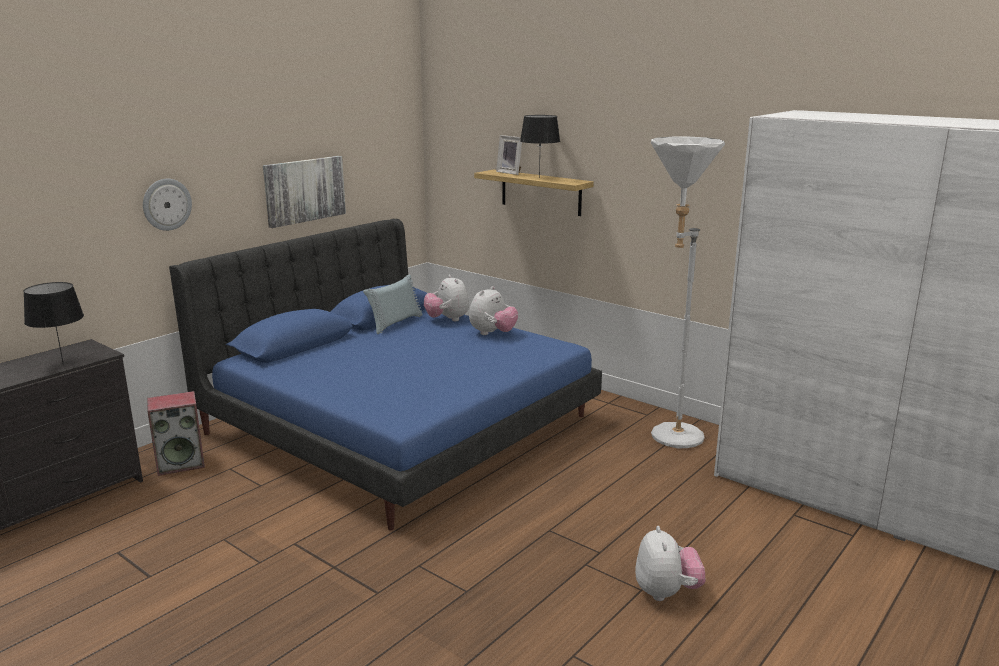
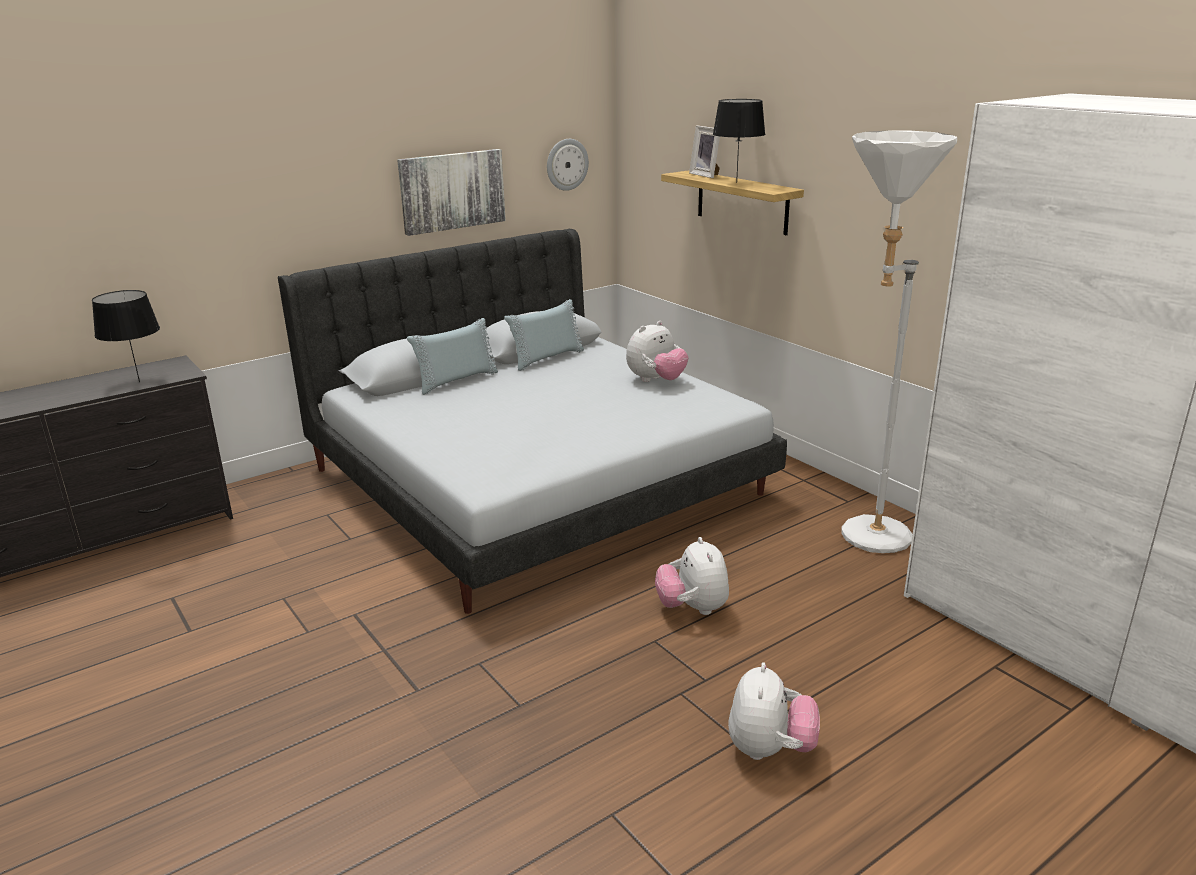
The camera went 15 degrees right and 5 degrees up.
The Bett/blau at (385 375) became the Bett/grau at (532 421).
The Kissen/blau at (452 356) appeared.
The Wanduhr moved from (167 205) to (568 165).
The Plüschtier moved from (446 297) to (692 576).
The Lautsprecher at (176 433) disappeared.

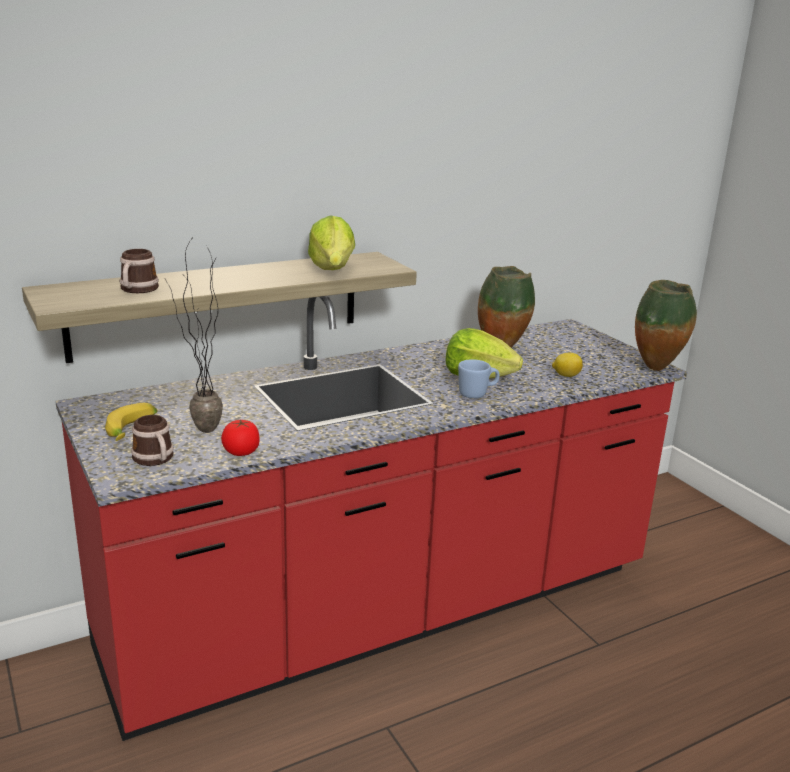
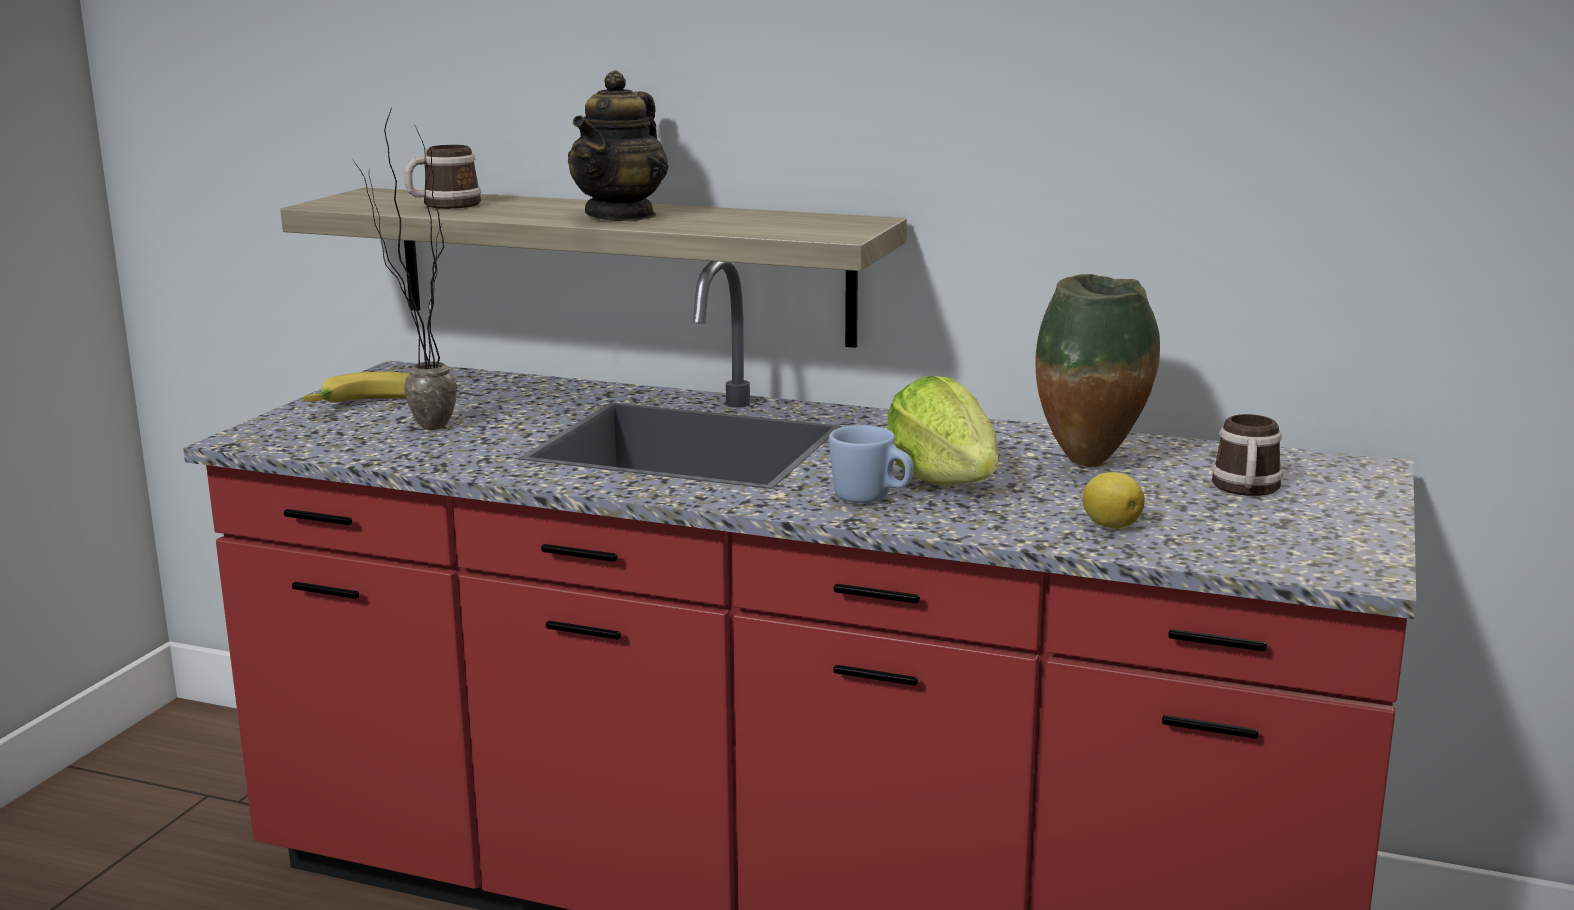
The camera went 50 degrees right and 5 degrees down.
The Teekanne at (618 145) appeared.
The Henkelbecher moved from (152 440) to (1247 455).
The Tomate at (240 438) disappeared.
The Salatkopf at (331 242) disappeared.
The Vase at (666 325) disappeared.

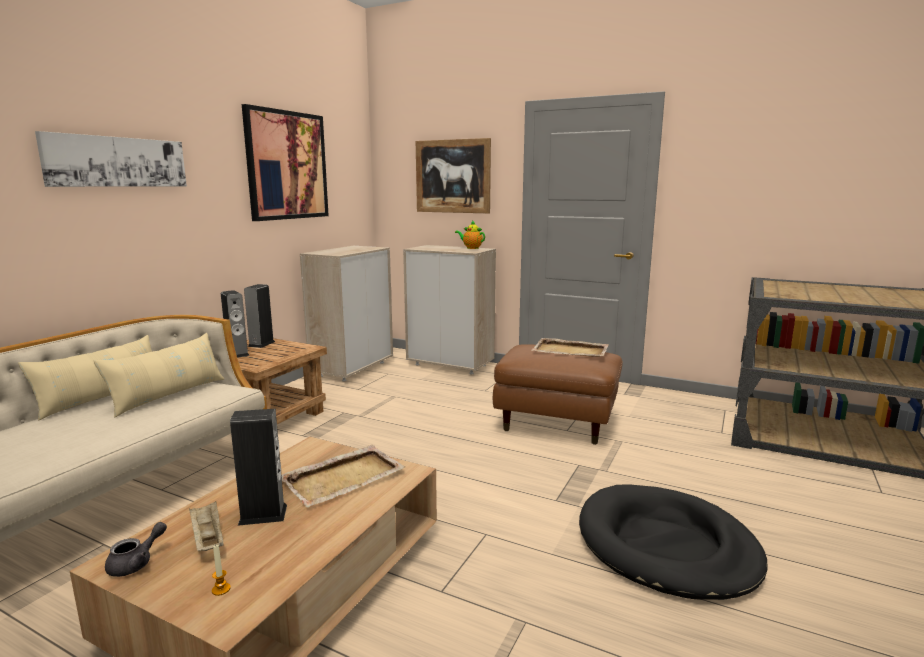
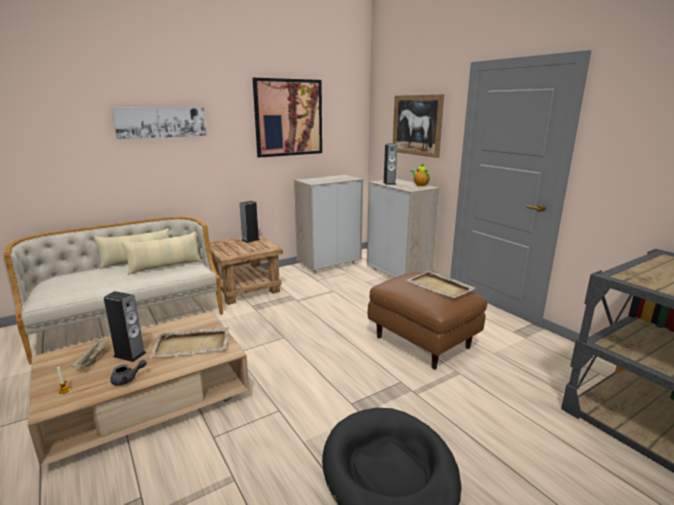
The camera went 30 degrees right and 5 degrees up.
The Teekanne/grau moved from (136 549) to (128 373).
The Lautsprecher moved from (235 324) to (390 164).

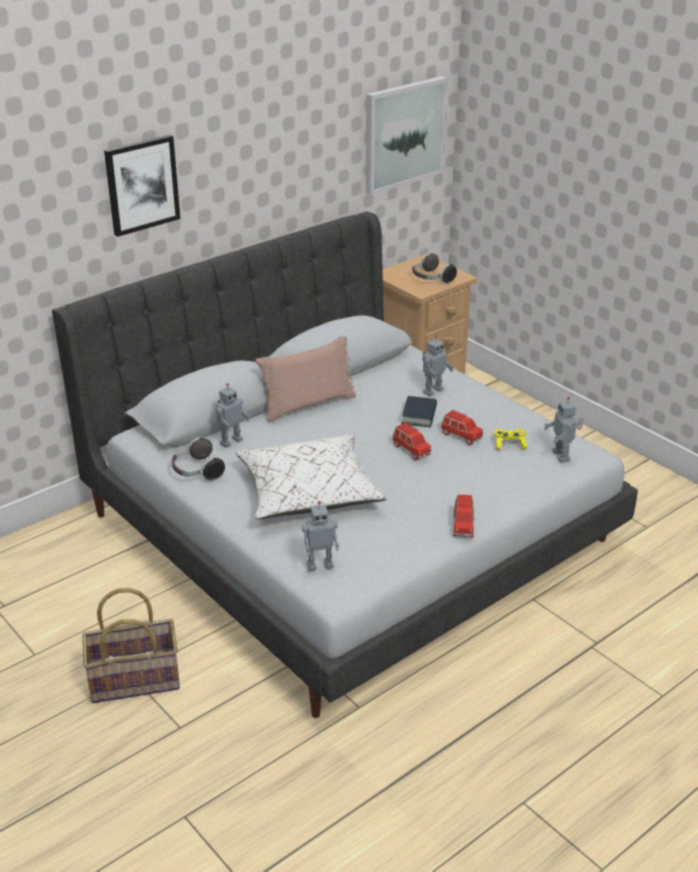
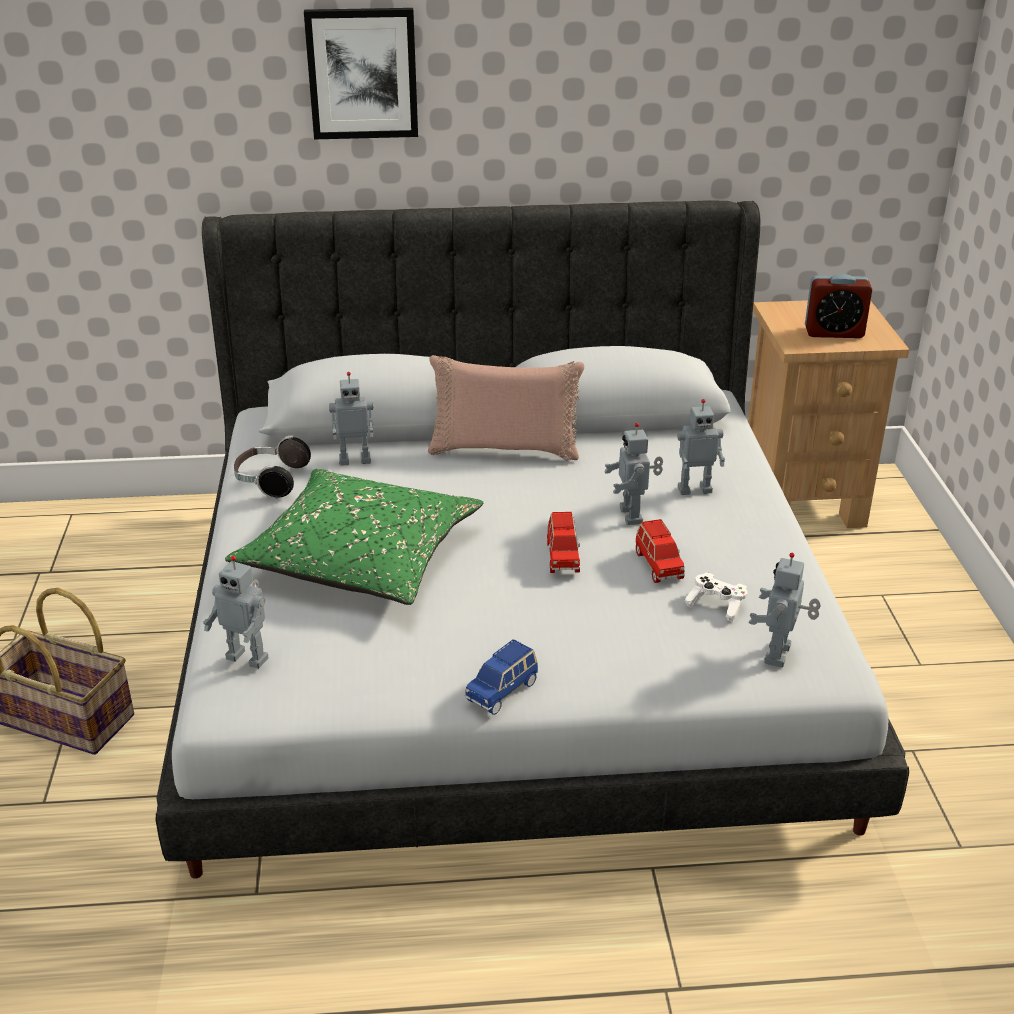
The camera went 35 degrees right and 0 degrees up.
The Kissen/weiß at (311 476) became the Kissen/grün at (354 537).
The Spielzeugauto/rot at (464 516) became the Spielzeugauto/blau at (501 677).
The Buch at (419 411) was replaced by the Spielzeugroboter at (633 474).
The Gamepad/gelb at (511 439) became the Gamepad/weiß at (716 597).
The Kopfhörer at (434 268) was replaced by the Wecker at (839 306).
The Bild at (406 135) disappeared.

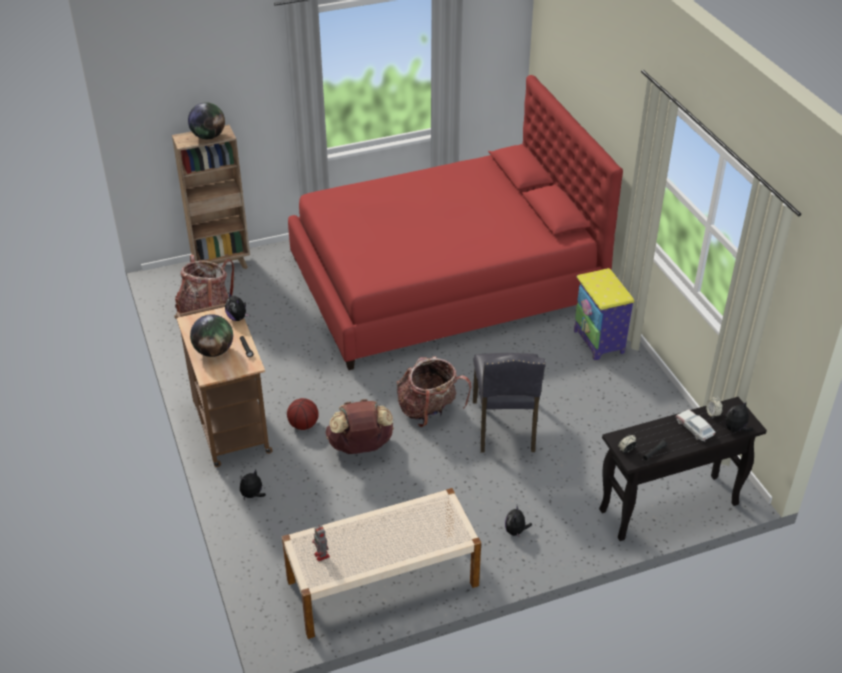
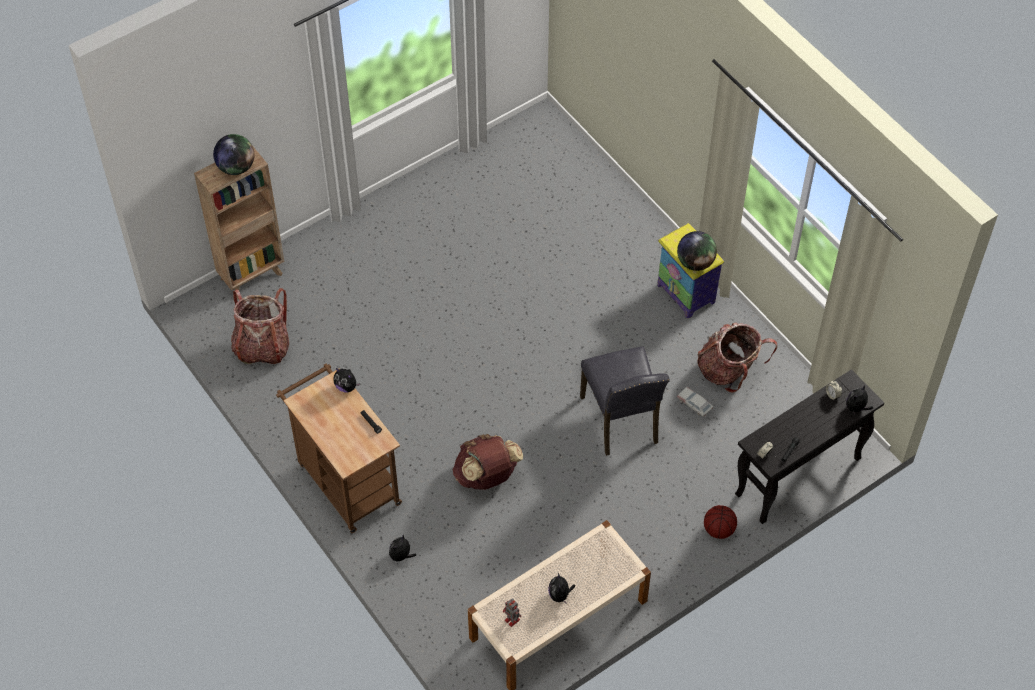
The camera went 15 degrees left and 15 degrees up.
The Plüschtier moved from (518 522) to (561 588).
The Globus moved from (211 335) to (697 251).
The Spielzeugauto moved from (695 425) to (695 402).
The Rucksack moved from (434 392) to (737 357).
The Basketball moved from (303 414) to (720 522).
The Bett/rot at (455 222) disappeared.

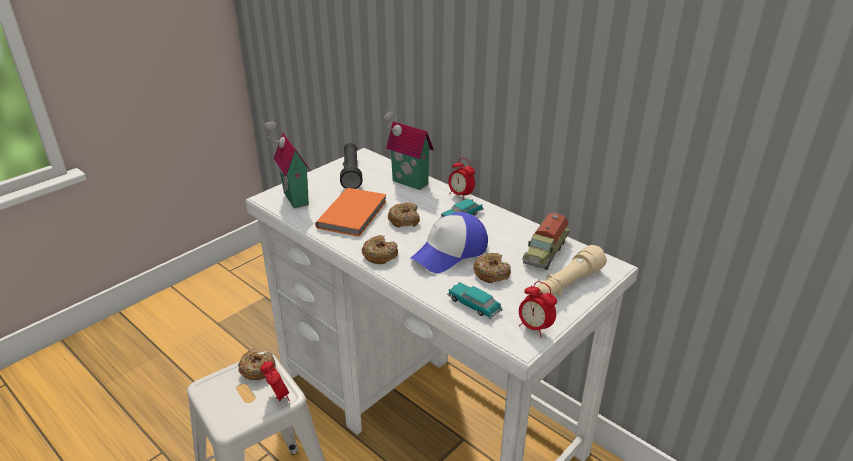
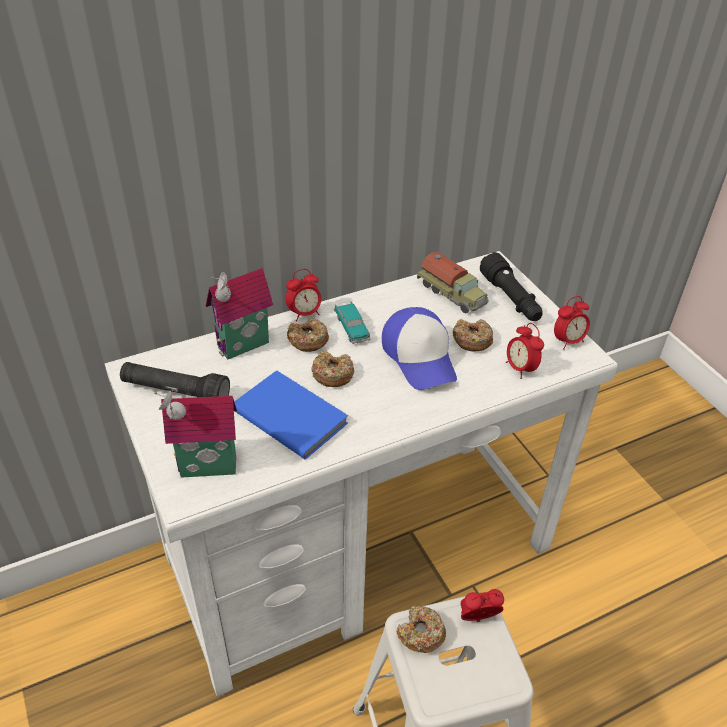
The camera went 70 degrees left and 10 degrees up.
The Buch/orange at (351 212) became the Buch/blau at (291 414).
The Donut moved from (380 249) to (308 335).
The Taschenlampe/beige at (572 270) became the Taschenlampe/schwarz at (511 286).
The Spielzeugauto at (475 300) was replaced by the Wecker at (525 351).

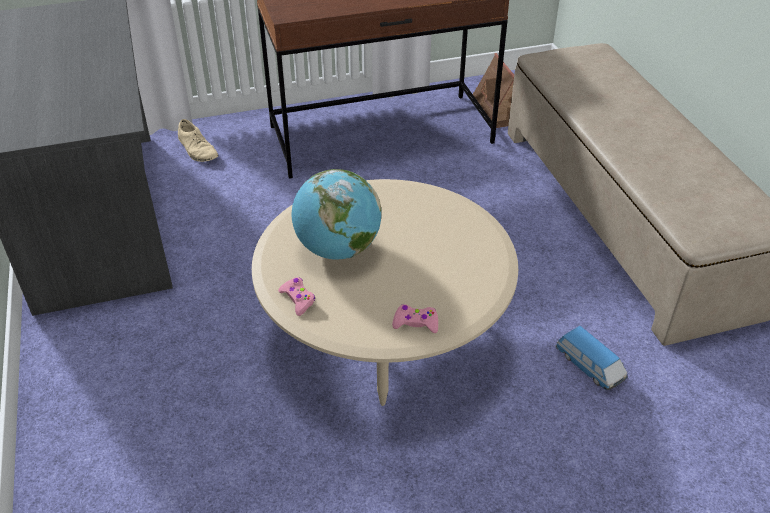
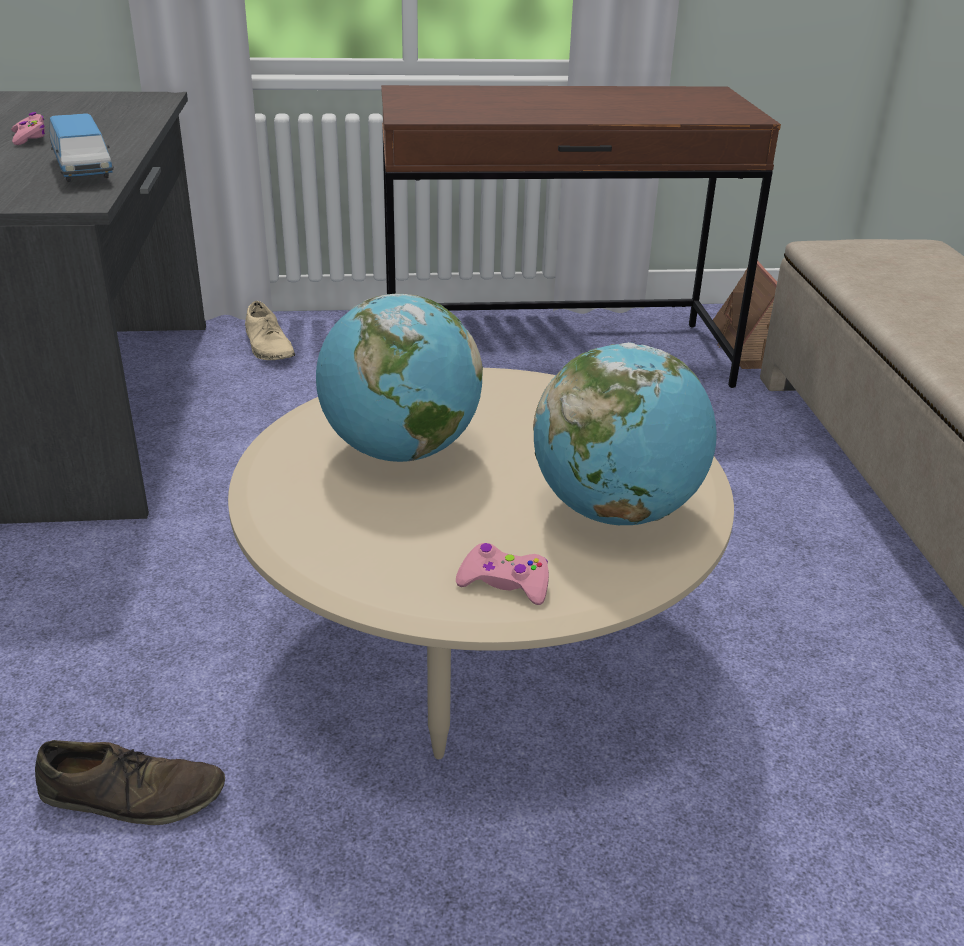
The camera went 10 degrees right and 10 degrees down.
The Gamepad/rosa moved from (296 296) to (28 128).
The Schuh/braun at (130 782) appeared.
The Spielzeugauto moved from (591 358) to (81 147).
The Globus at (625 433) appeared.

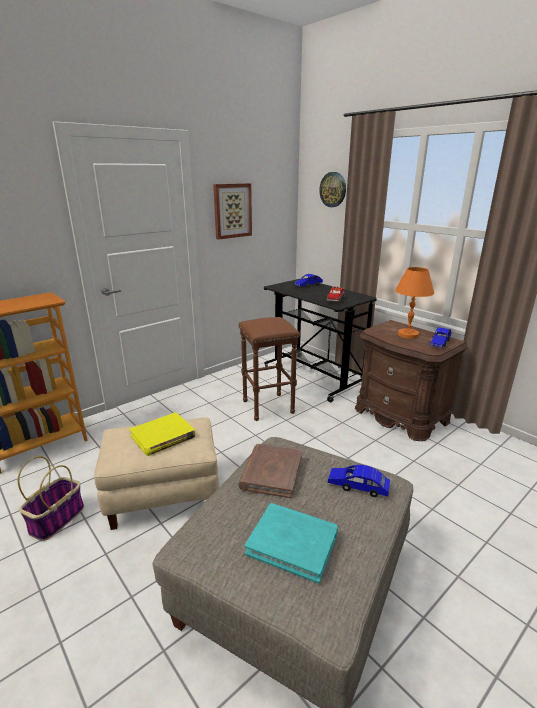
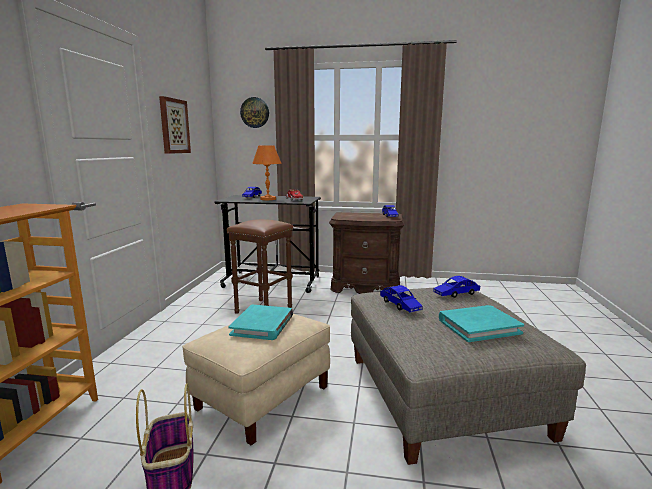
The camera went 40 degrees left and 10 degrees down.
The Buch/gelb at (163 434) became the Buch/türkis at (261 322).
The Tischlampe/orange moved from (414 303) to (266 173).
The Buch/braun at (270 471) was replaced by the Spielzeugauto/blau at (401 299).

